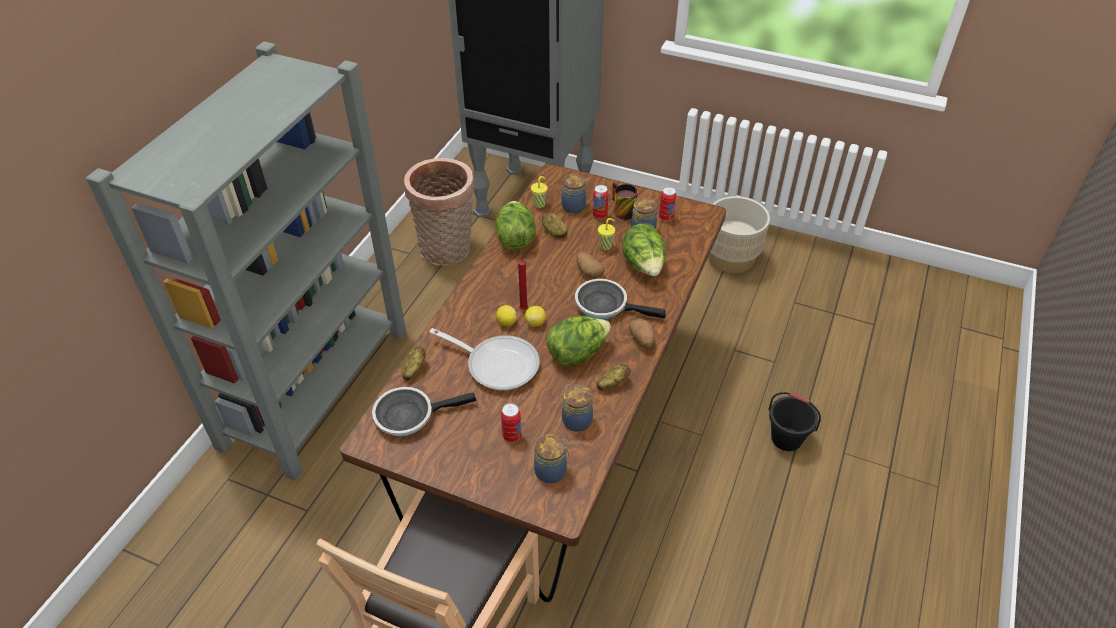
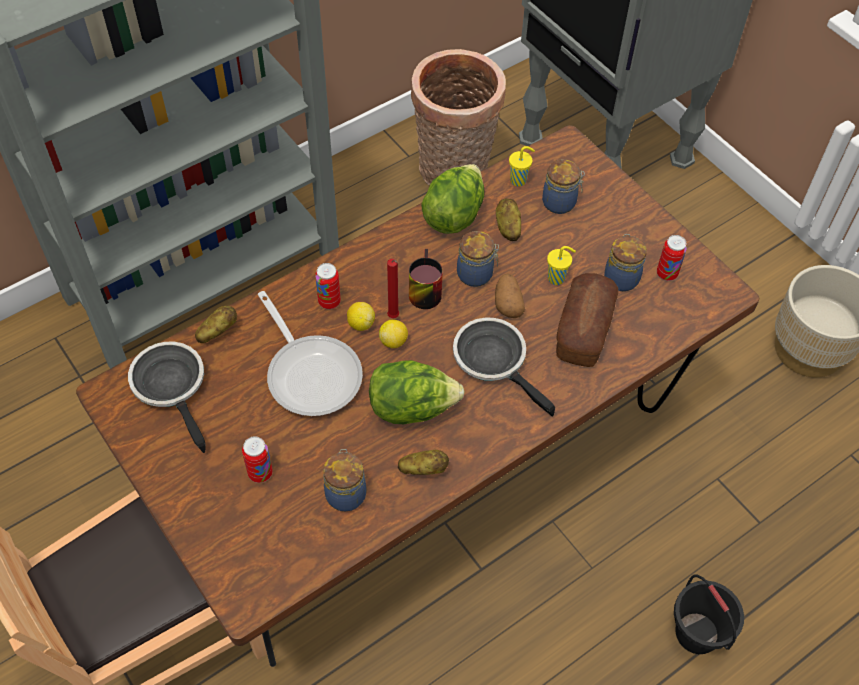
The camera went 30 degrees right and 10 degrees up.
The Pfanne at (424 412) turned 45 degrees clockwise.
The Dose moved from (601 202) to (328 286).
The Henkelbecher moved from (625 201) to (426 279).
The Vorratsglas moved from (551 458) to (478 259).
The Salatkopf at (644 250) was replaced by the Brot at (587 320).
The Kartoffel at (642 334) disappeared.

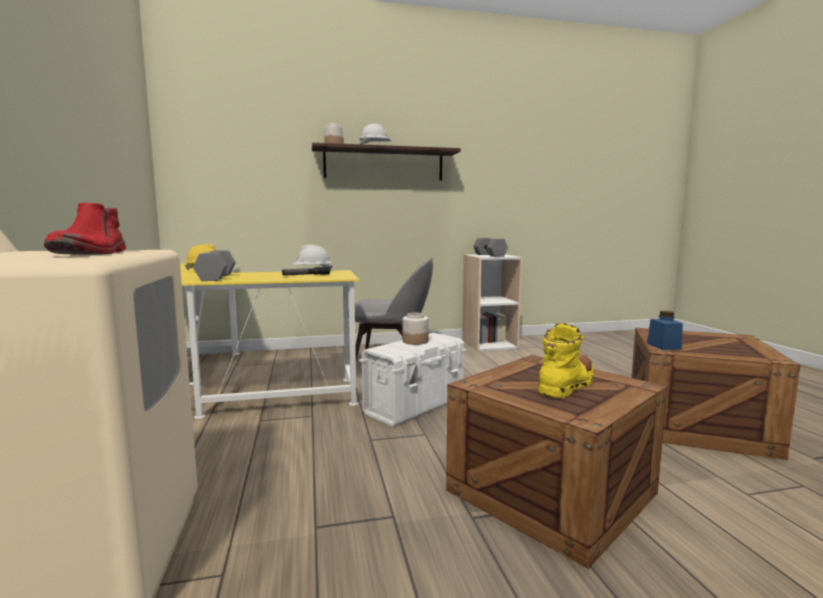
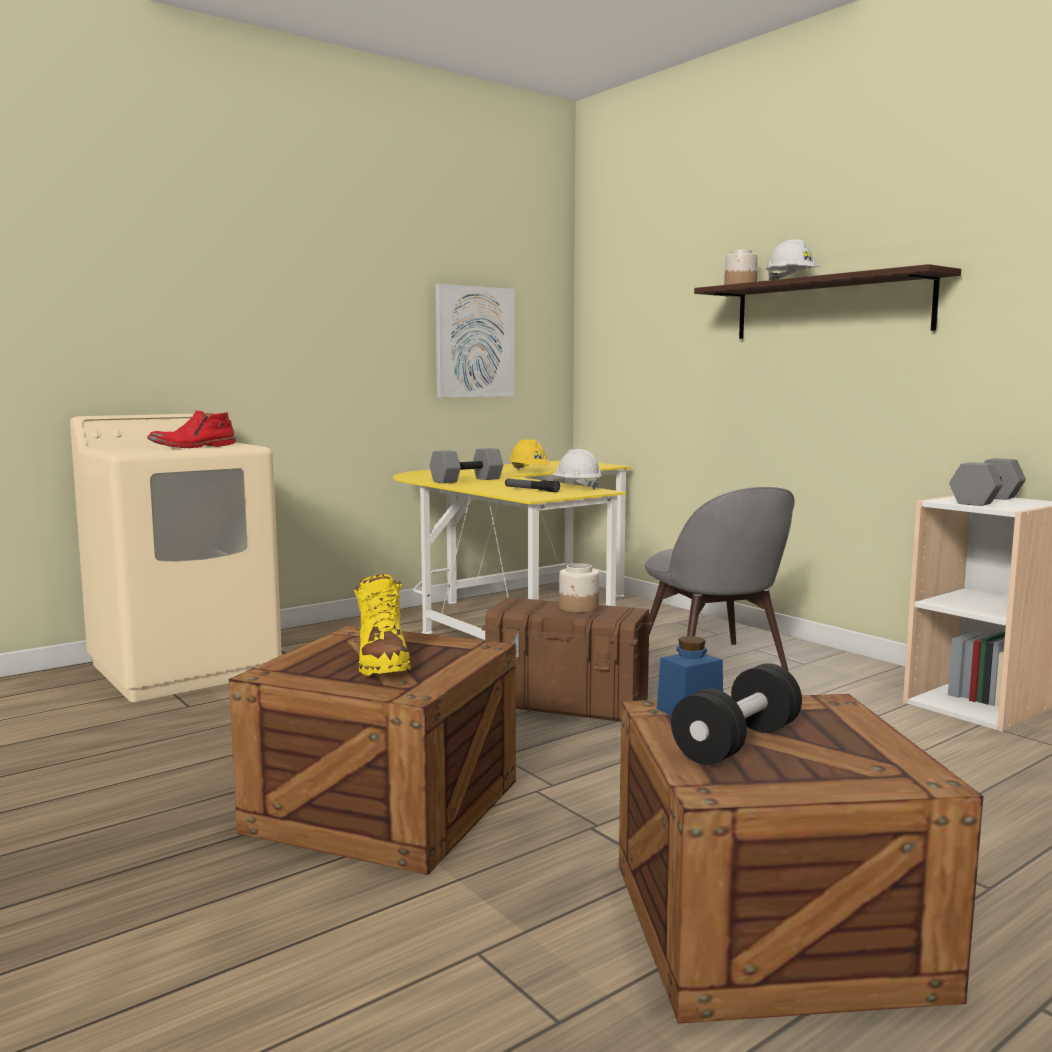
The camera went 65 degrees right and 0 degrees up.
The Stiefel/gelb at (566 361) turned 60 degrees clockwise.
The Bild at (475 340) appeared.
The Aufbewahrungsbox/weiß at (412 380) became the Aufbewahrungsbox/braun at (567 659).
The Hantel/schwarz at (736 714) appeared.

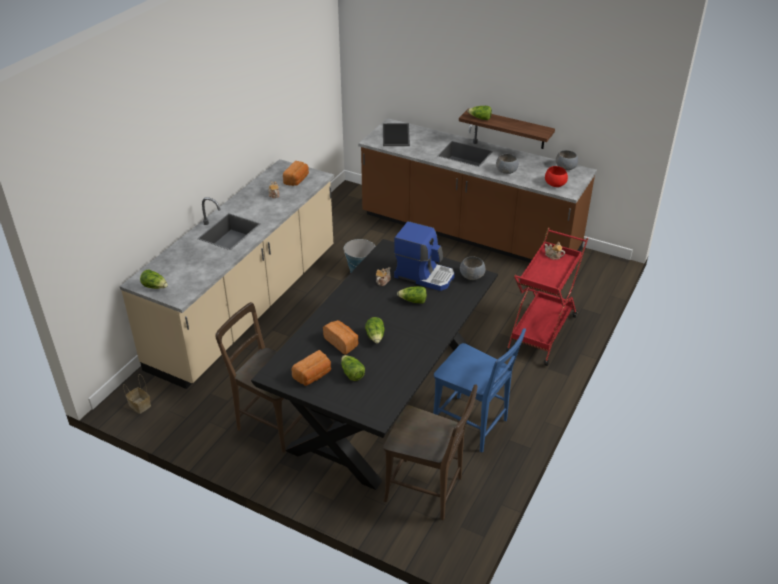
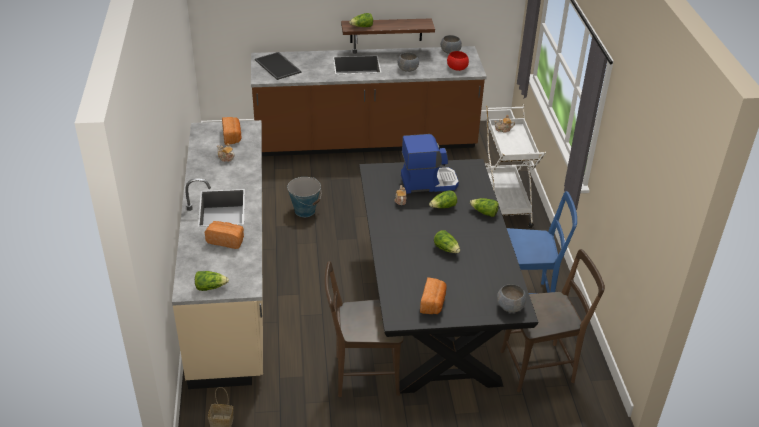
The camera went 35 degrees left and 0 degrees up.
The Brot moved from (340 337) to (224 235).
The Salatkopf moved from (353 368) to (484 207).
The Rollwagen/rot at (547 296) became the Rollwagen/weiß at (515 166).
The Schüssel/grau moved from (473 268) to (511 298).

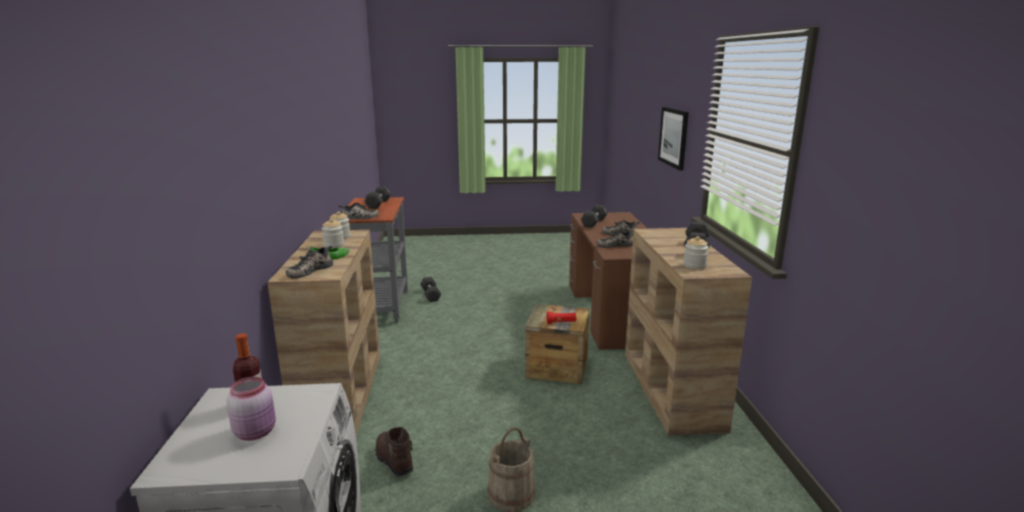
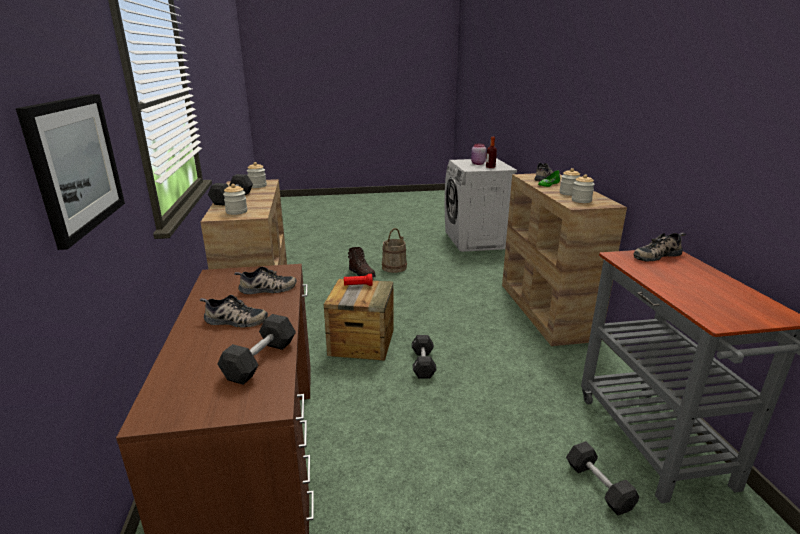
The camera went 175 degrees right and 5 degrees up.
The Vorratsglas at (235 199) appeared.
The Stiefel/braun moved from (394 451) to (362 262).
The Hantel/schwarz moved from (378 197) to (424 357).

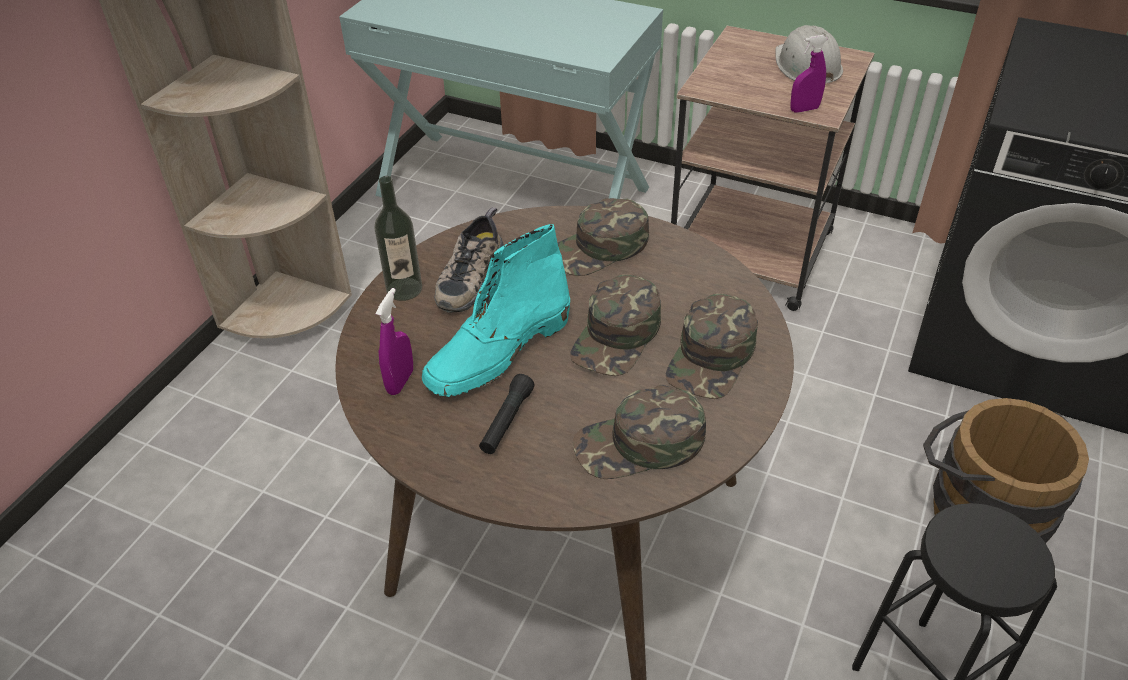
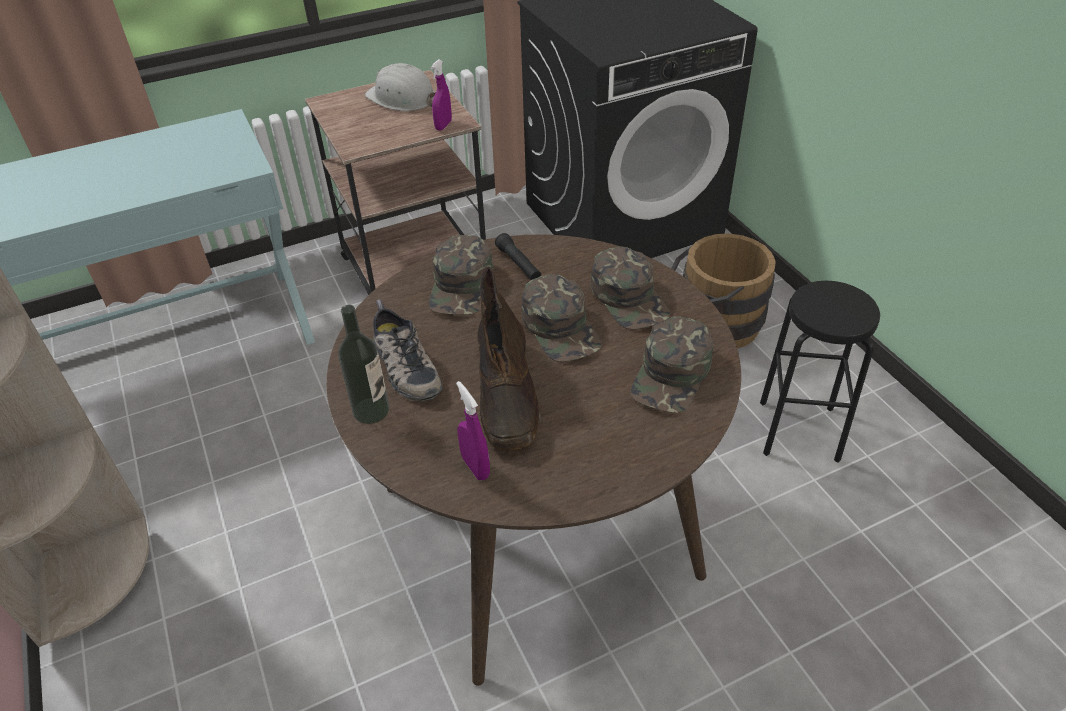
The camera went 50 degrees left and 0 degrees up.
The Stiefel/türkis at (496 310) became the Stiefel/braun at (509 359).
The Taschenlampe/schwarz moved from (506 414) to (518 256).

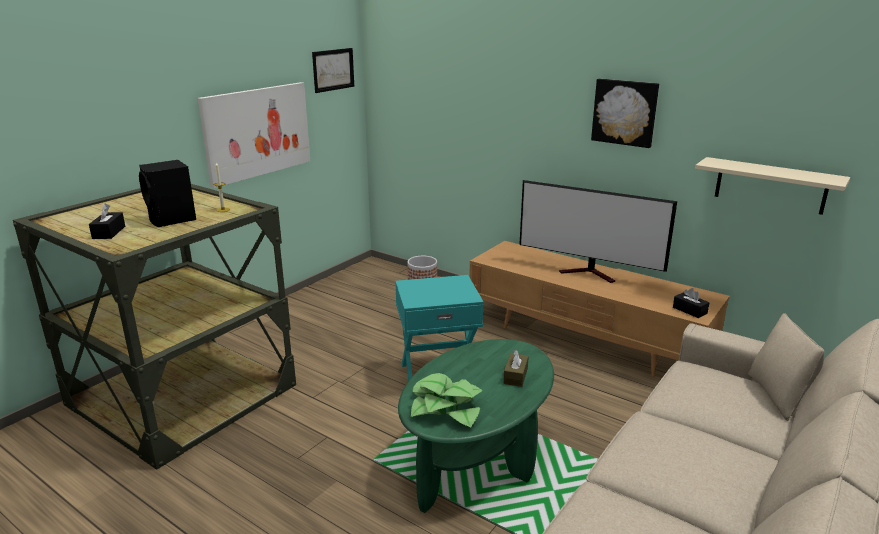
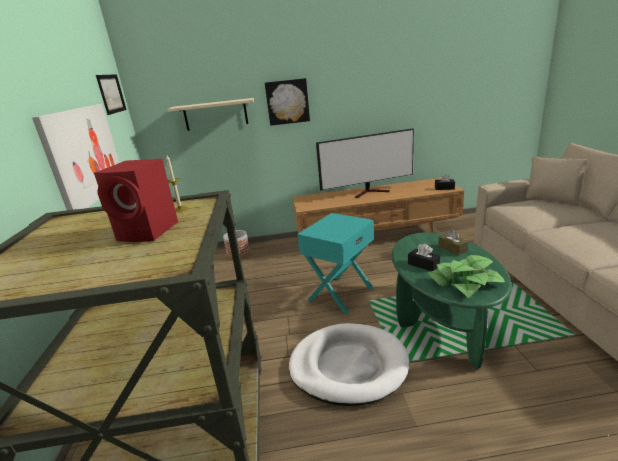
The camera went 40 degrees left and 0 degrees up.
The Lautsprecher/schwarz at (167 193) became the Lautsprecher/rot at (136 200).
The Wandregal/beige moved from (772 186) to (211 114).
The Bild moved from (625 113) to (287 102).
The Hundebett/weiß at (349 364) appeared.
The Taschentuchbox/schwarz moved from (107 221) to (424 257).

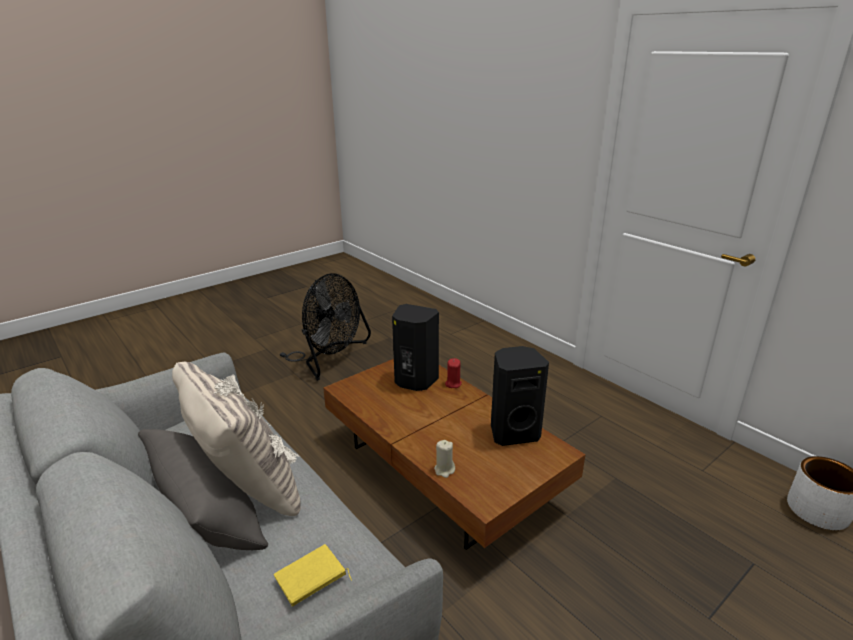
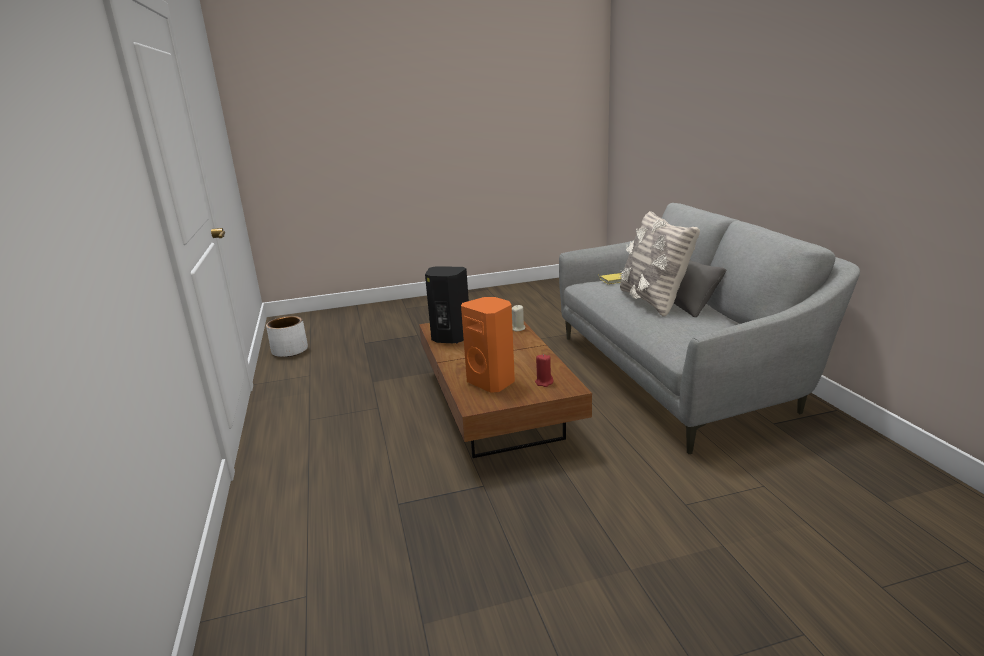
The camera went 155 degrees left and 5 degrees down.
The Lautsprecher/schwarz at (415 347) became the Lautsprecher/orange at (488 345).
The Kerze/rot moved from (453 373) to (544 370).
The Ventilator/schwarz at (325 327) disappeared.

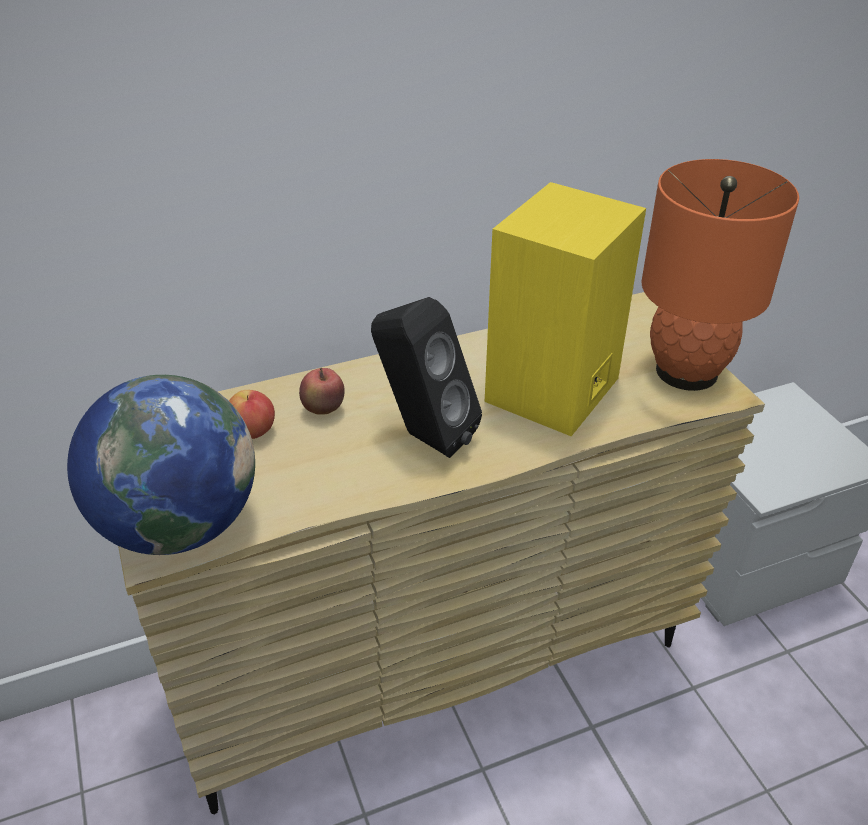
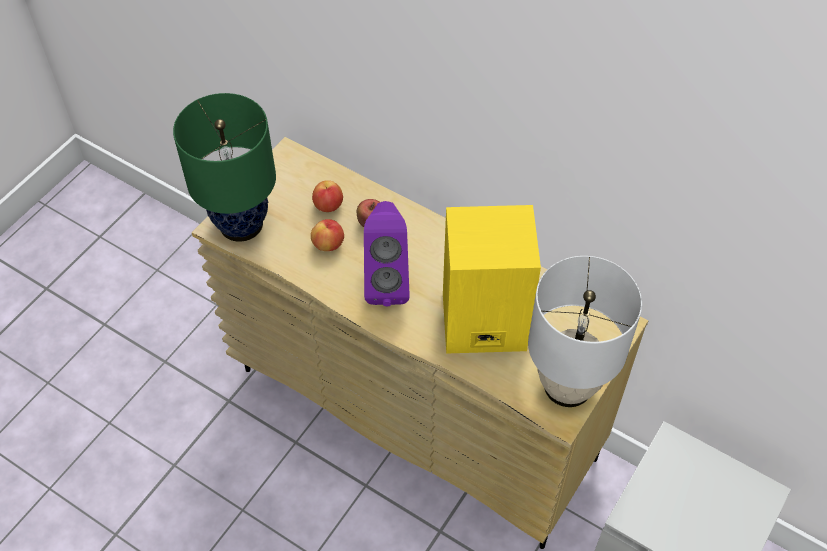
The camera went 55 degrees right and 15 degrees up.
The Globus at (161 465) was replaced by the Tischlampe/grün at (224 167).
The Apfel at (327 235) appeared.
The Lautsprecher/schwarz at (426 377) became the Lautsprecher/lila at (387 253).
The Tischlampe/orange at (720 275) became the Tischlampe/weiß at (585 331).

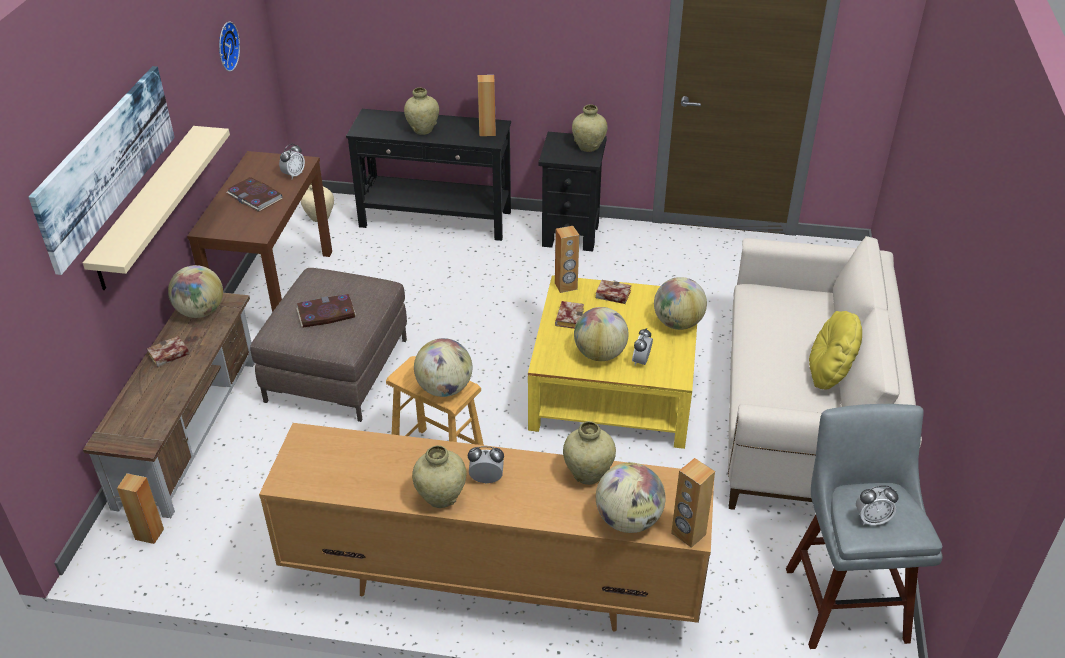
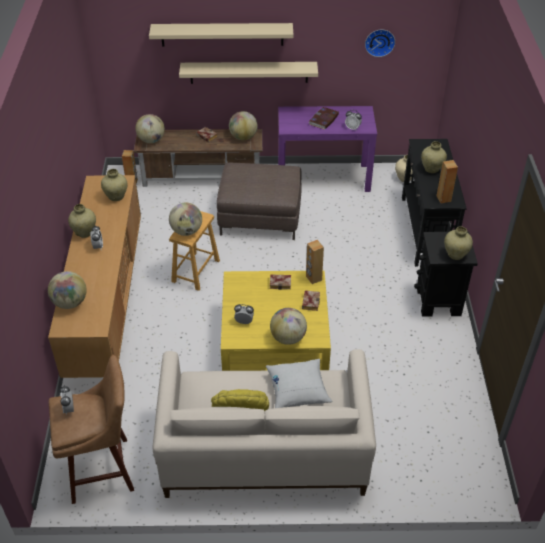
The camera went 80 degrees right and 5 degrees up.
The Hocker/grau at (864 526) became the Hocker/braun at (91 429).
The Vase/beige moved from (589 453) to (114 185).
The Globus moved from (601 334) to (150 128).
The Bild at (101 170) was replaced by the Wandregal/beige at (221 35).
The Kissen/grau at (299 383) appeared.
The Konsolentisch/braun at (259 231) became the Konsolentisch/lila at (327 149).
The Buch at (326 310) disappeared.
The Lautsprecher/braun at (693 503) disappeared.

